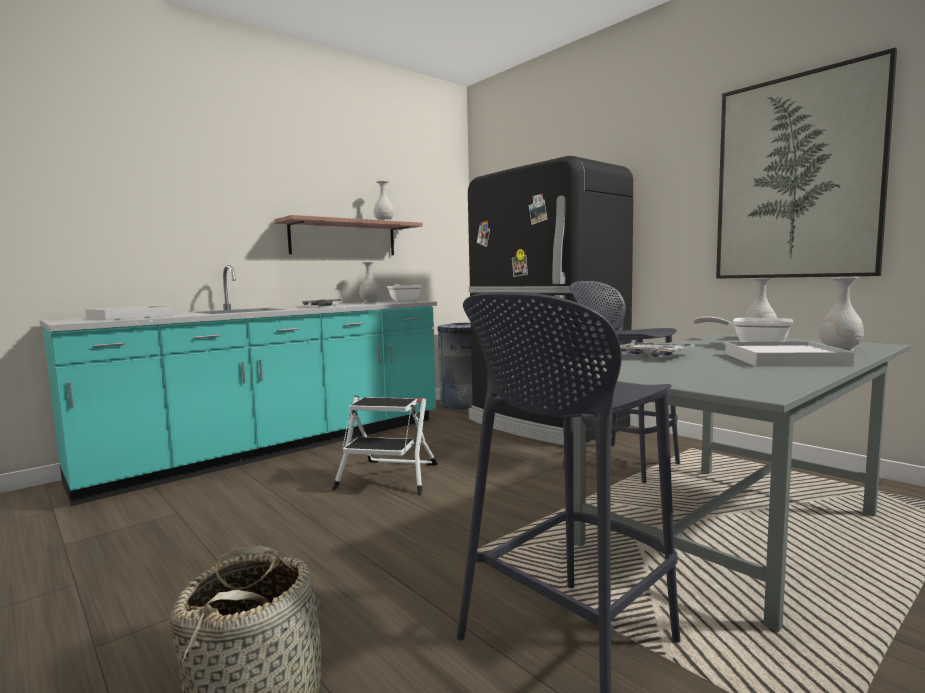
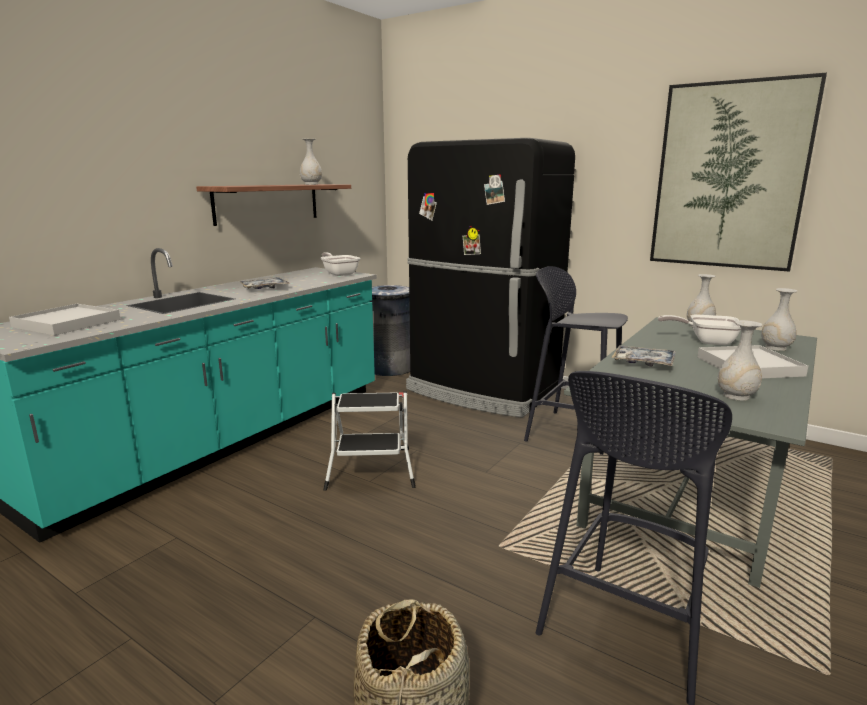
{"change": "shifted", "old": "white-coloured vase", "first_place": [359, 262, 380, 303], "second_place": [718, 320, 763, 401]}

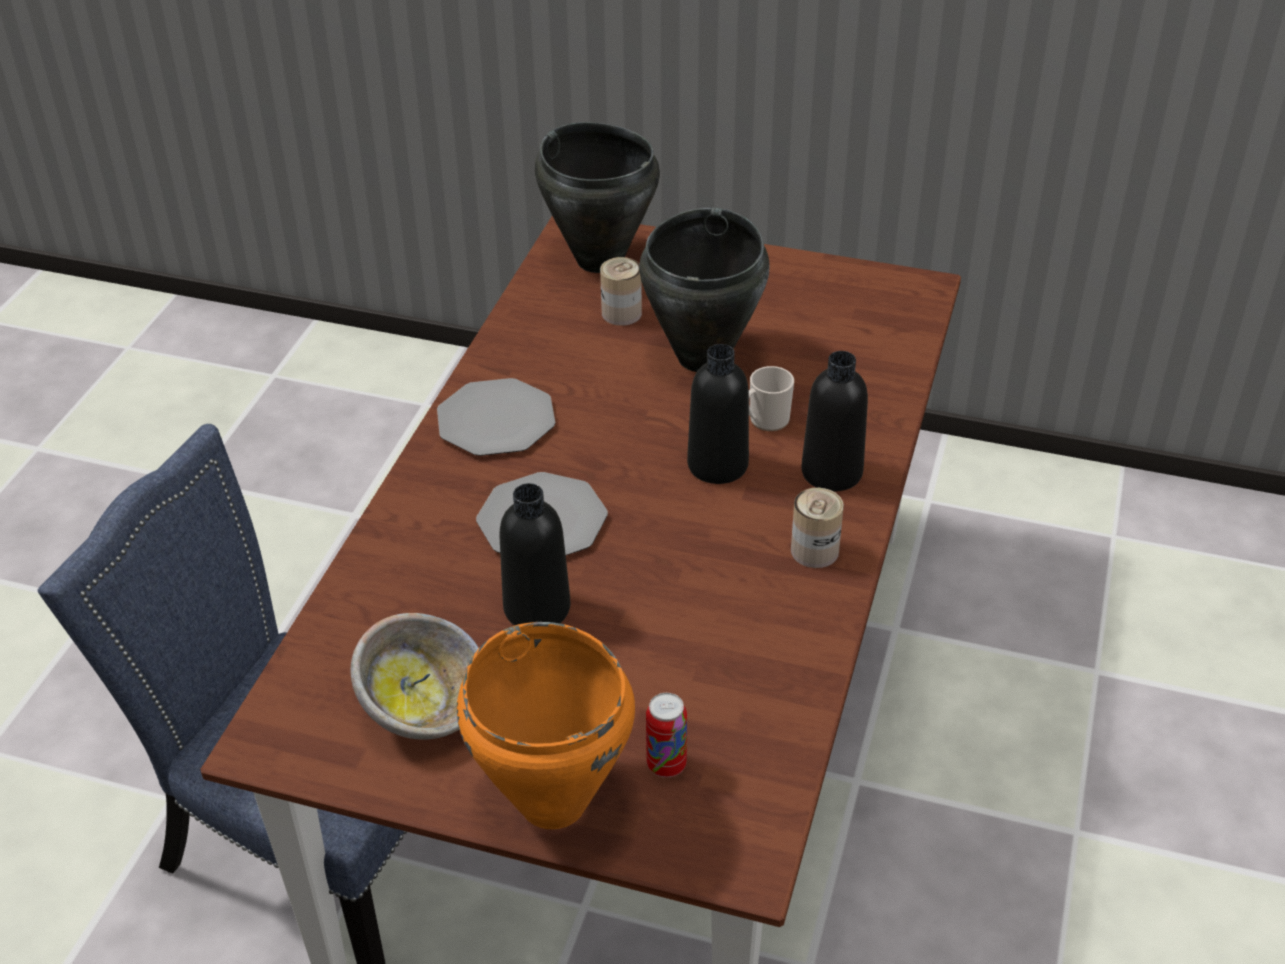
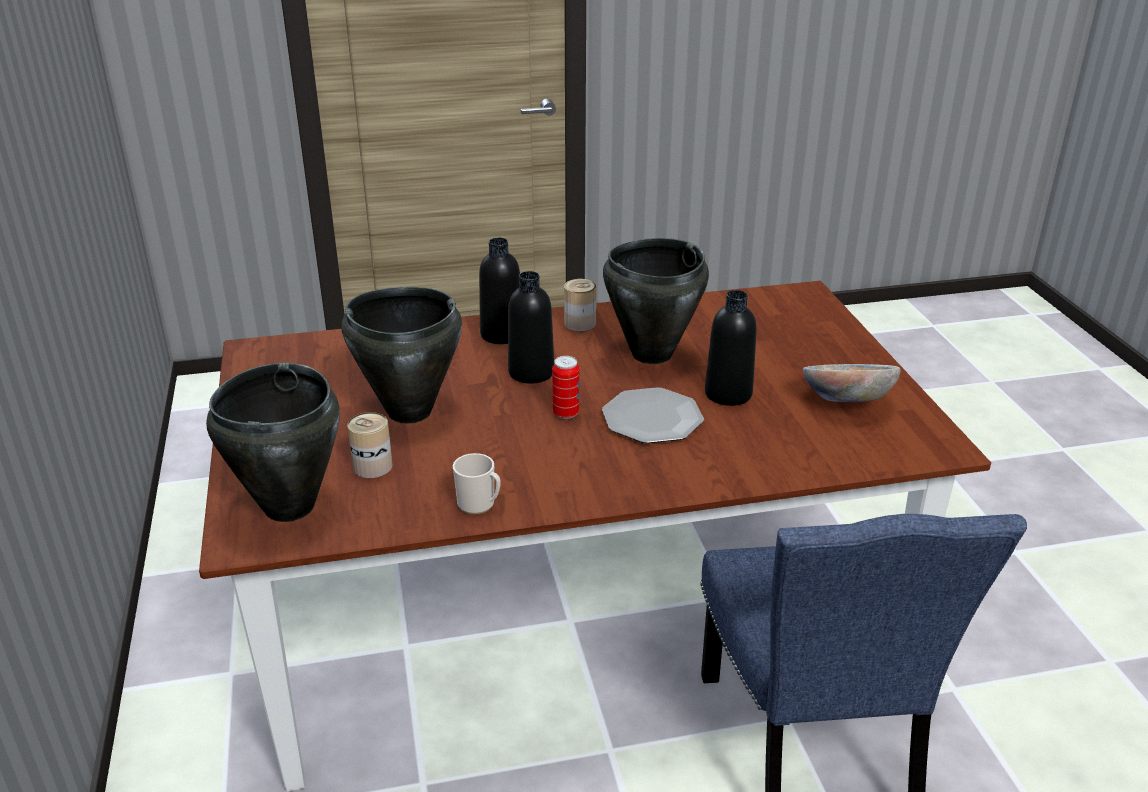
{"change": "gone", "old": "dinner plate", "first_place": [437, 378, 556, 456]}
{"change": "gone", "old": "orange cooking pot", "first_place": [457, 622, 635, 829]}
{"change": "shifted", "old": "can", "first_place": [646, 693, 687, 778], "second_place": [552, 356, 579, 419]}
{"change": "shifted", "old": "tea mug", "first_place": [749, 366, 794, 431], "second_place": [453, 453, 501, 514]}
{"change": "new", "new": "black-coloured cooking pot", "second_place": [603, 238, 709, 364]}

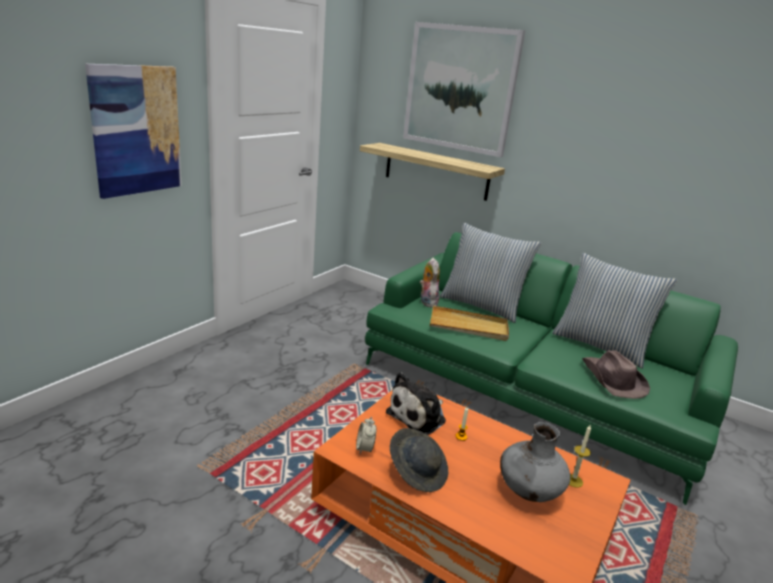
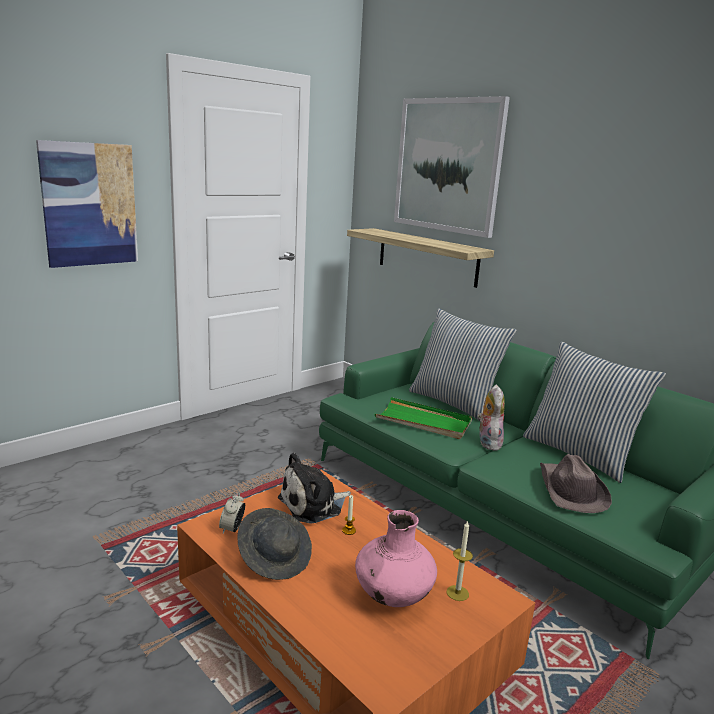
{"change": "shifted", "old": "plush toy", "first_place": [420, 258, 440, 308], "second_place": [478, 384, 505, 451]}
{"change": "repainted", "old": "beige-coloured carrying tray", "new": "green-coloured carrying tray", "first_place": [430, 305, 509, 341], "second_place": [375, 397, 472, 439]}
{"change": "repainted", "old": "gray vase", "new": "pinkish vase", "first_place": [500, 422, 571, 502], "second_place": [355, 510, 437, 607]}

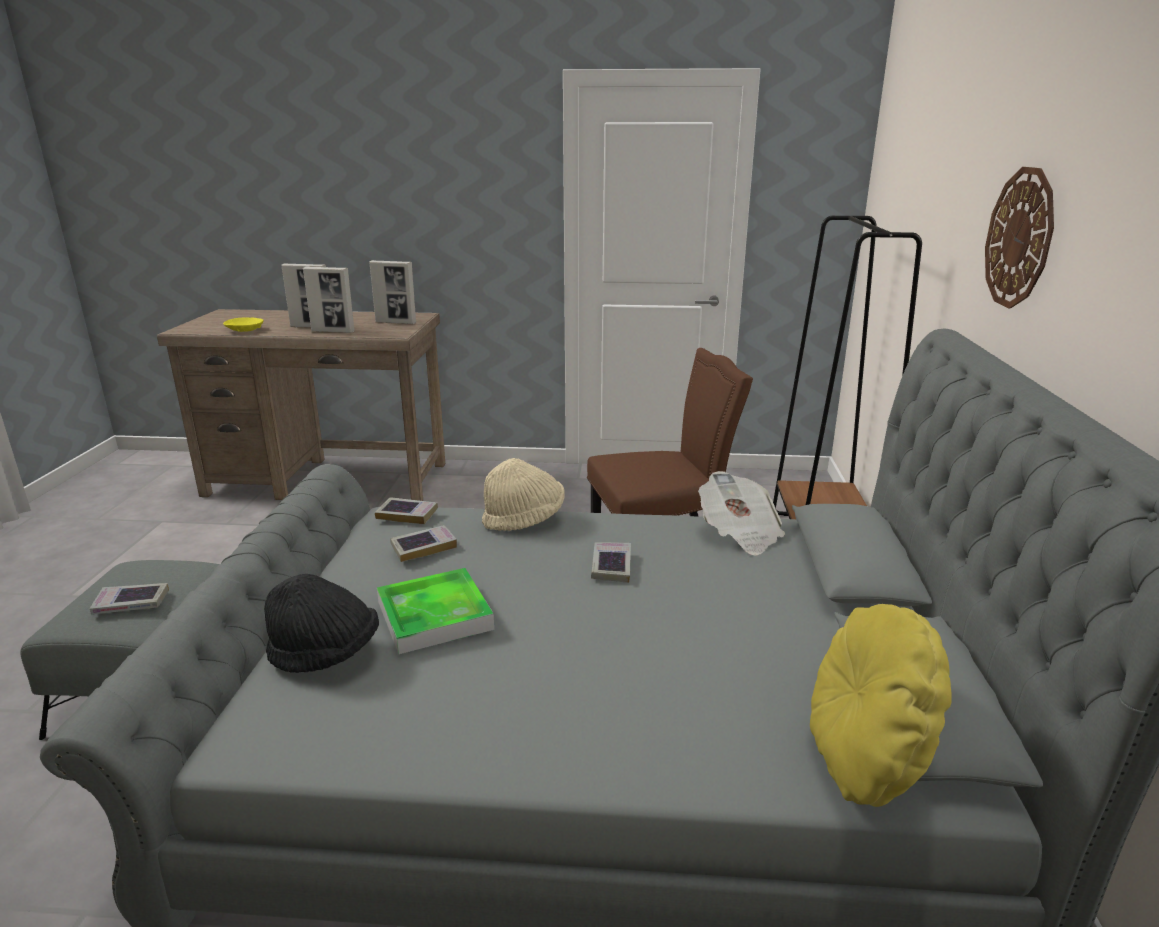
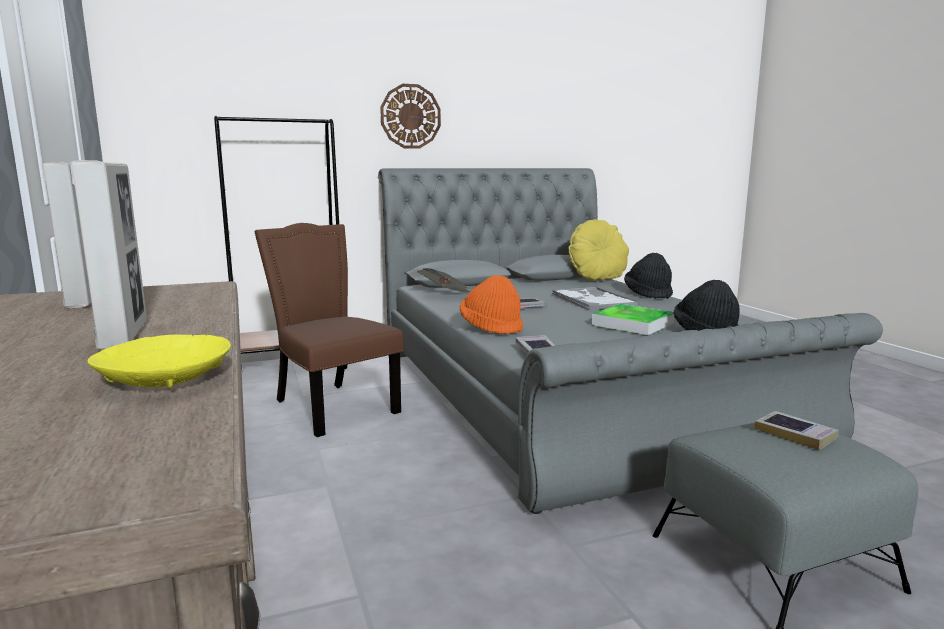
{"change": "gone", "old": "picture frame", "first_place": [303, 267, 355, 333]}
{"change": "gone", "old": "bound book", "first_place": [390, 525, 457, 562]}
{"change": "repainted", "old": "beige-coloured clothing hat", "new": "orange clothing hat", "first_place": [482, 458, 565, 531], "second_place": [460, 275, 523, 334]}
{"change": "new", "new": "carrying tray", "second_place": [552, 287, 639, 310]}
{"change": "new", "new": "black-coloured clothing hat", "second_place": [624, 253, 673, 299]}

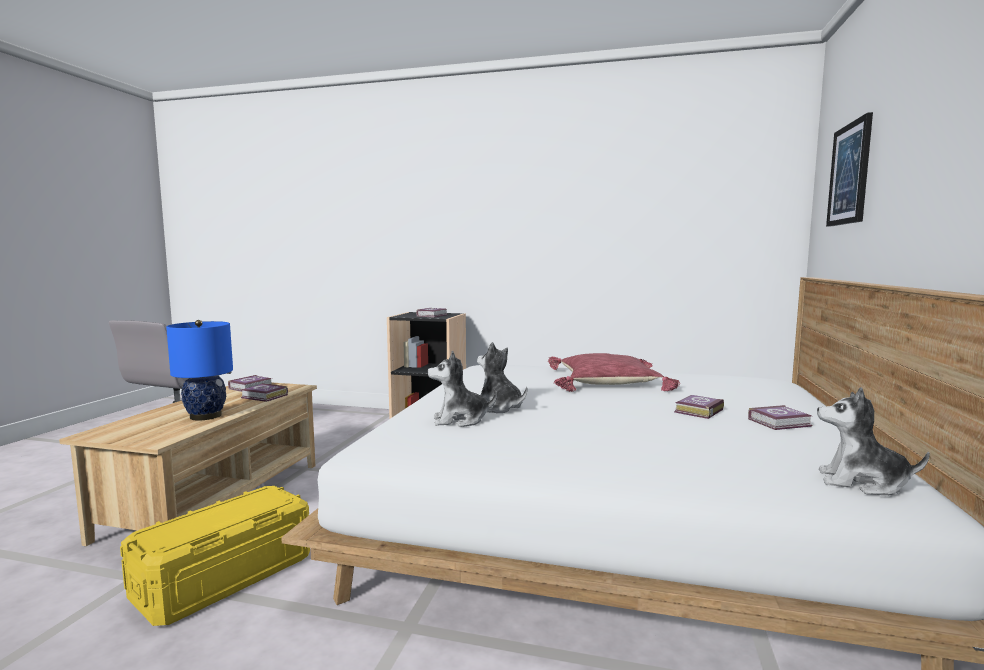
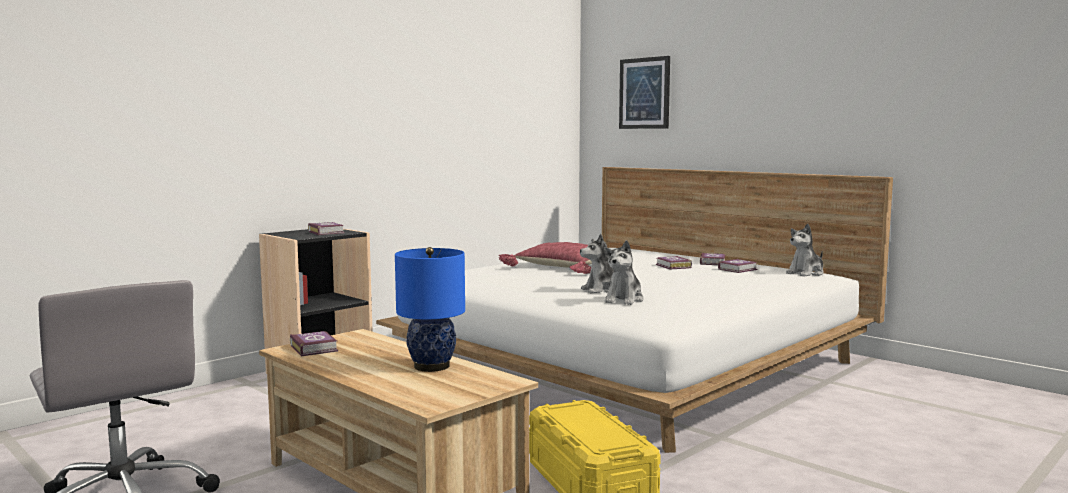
{"change": "shifted", "old": "bound book", "first_place": [241, 383, 288, 402], "second_place": [718, 259, 758, 273]}

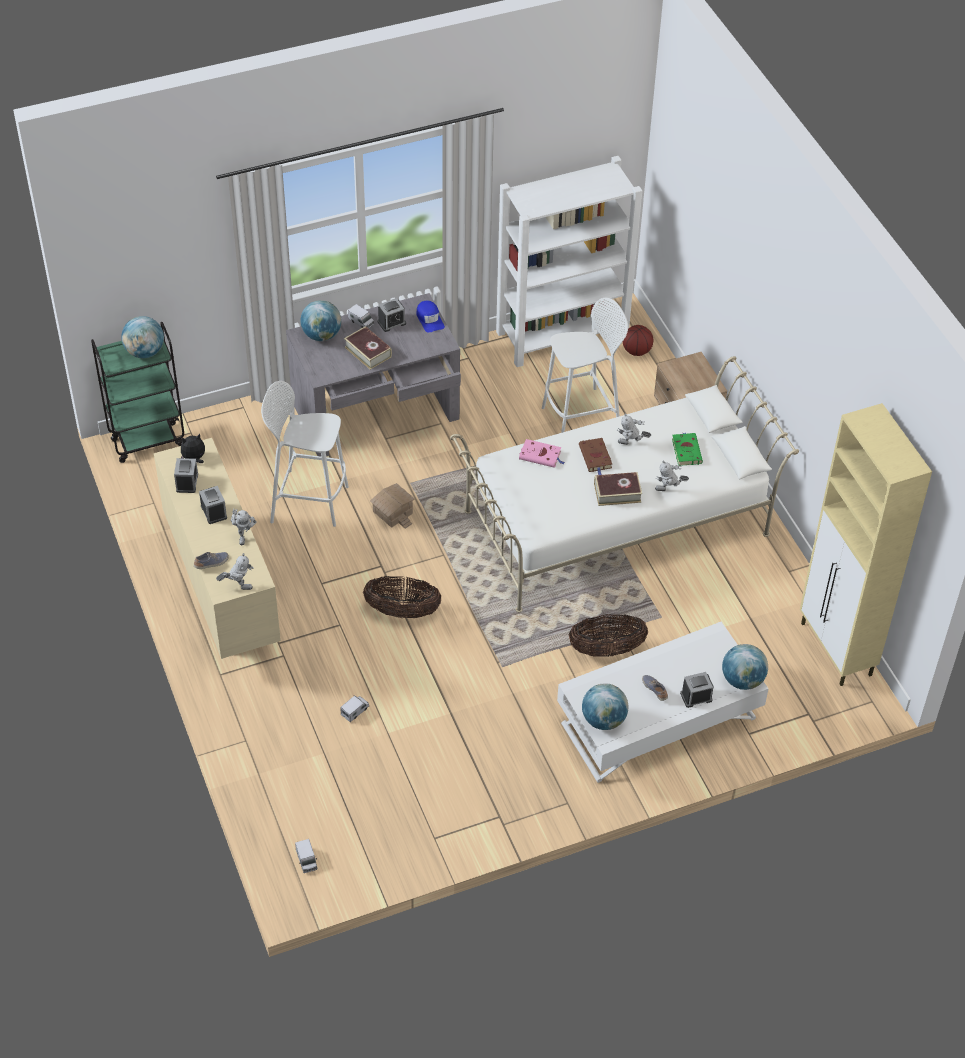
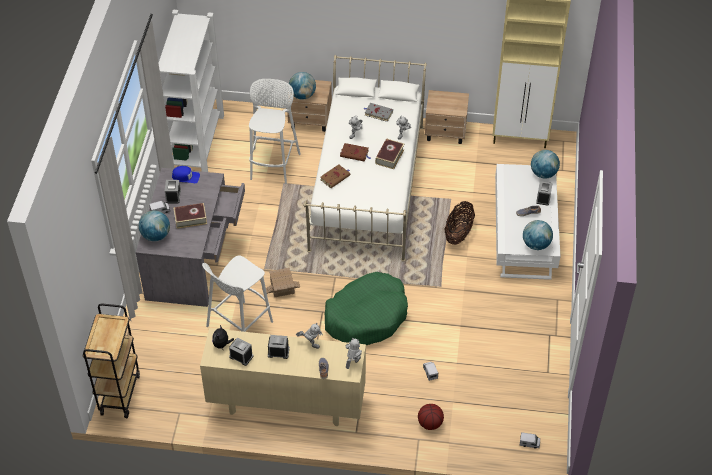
{"change": "repainted", "old": "green-coloured wheeled cart", "new": "brown-coloured wheeled cart", "first_place": [91, 322, 184, 463], "second_place": [83, 304, 140, 418]}
{"change": "shifted", "old": "world globe", "first_place": [121, 316, 164, 358], "second_place": [289, 72, 316, 100]}
{"change": "swapped", "old": "household basket", "new": "green-coloured dog cushion", "first_place": [363, 576, 441, 618], "second_place": [325, 272, 408, 345]}
{"change": "repainted", "old": "pinkish bound book", "new": "brown-coloured bound book", "first_place": [519, 439, 565, 468], "second_place": [320, 164, 350, 188]}
{"change": "shifted", "old": "ball for basketball", "first_place": [623, 325, 653, 356], "second_place": [418, 404, 444, 430]}
{"change": "repainted", "old": "green-coloured bound book", "new": "gray bound book", "first_place": [672, 432, 703, 466], "second_place": [364, 103, 393, 122]}
{"change": "new", "new": "beige-coloured bedside table", "second_place": [425, 90, 469, 144]}

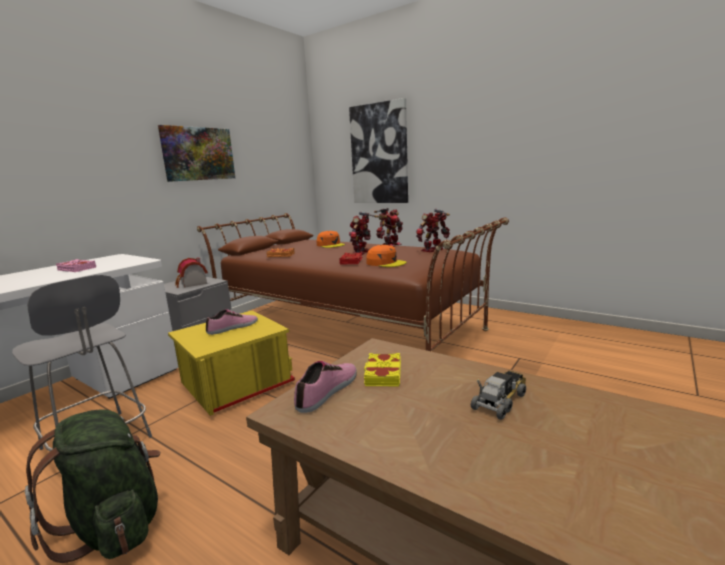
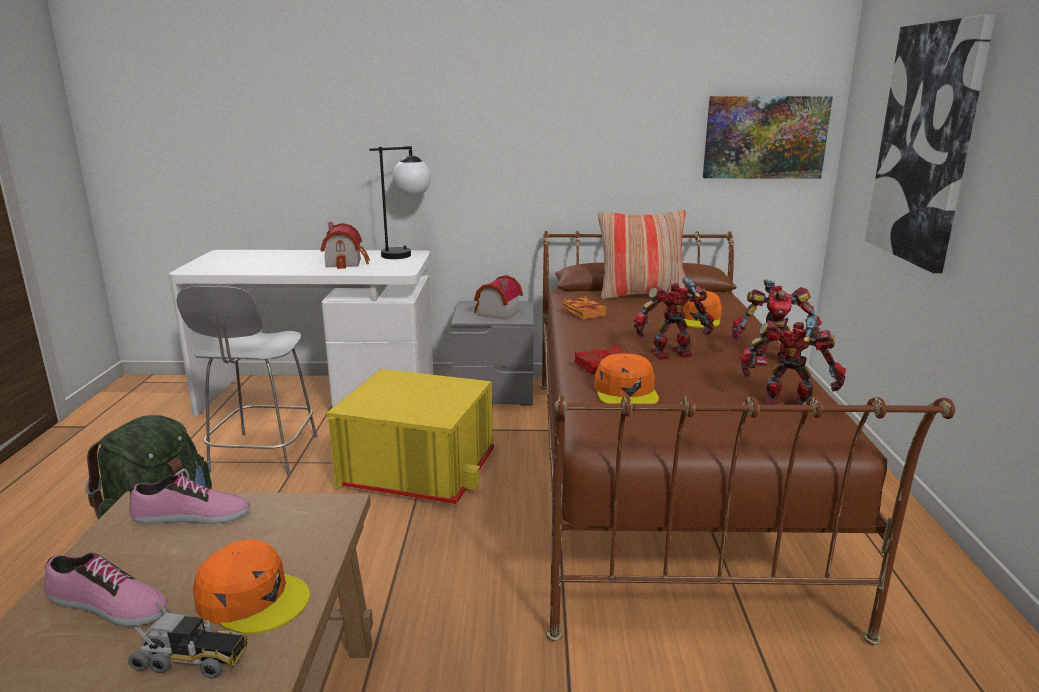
{"change": "swapped", "old": "pinkish bound book", "new": "model house", "first_place": [56, 259, 96, 272], "second_place": [321, 222, 370, 269]}
{"change": "shifted", "old": "wall picture", "first_place": [158, 125, 235, 182], "second_place": [703, 96, 833, 179]}
{"change": "shifted", "old": "shoe", "first_place": [206, 309, 258, 335], "second_place": [44, 553, 168, 626]}
{"change": "gone", "old": "yellow-coloured bound book", "first_place": [364, 353, 401, 386]}
{"change": "new", "new": "orange baseball cap", "second_place": [193, 539, 310, 634]}
{"change": "new", "new": "table lamp", "second_place": [369, 146, 431, 259]}
{"change": "new", "new": "pillow", "second_place": [598, 210, 686, 299]}

